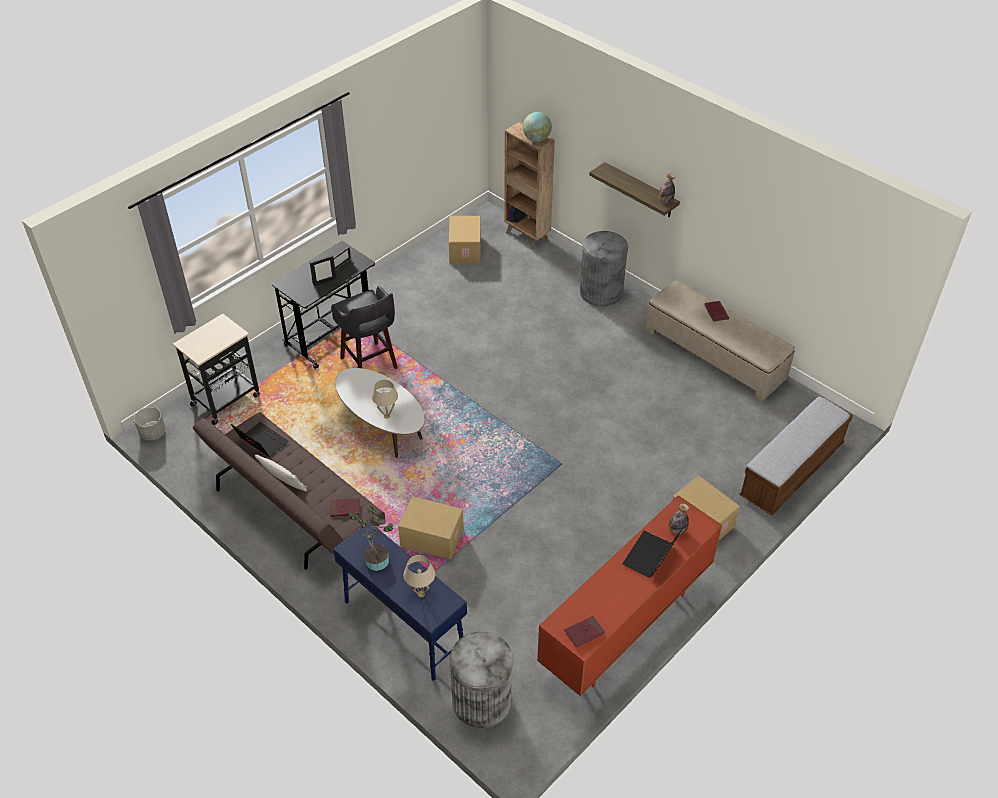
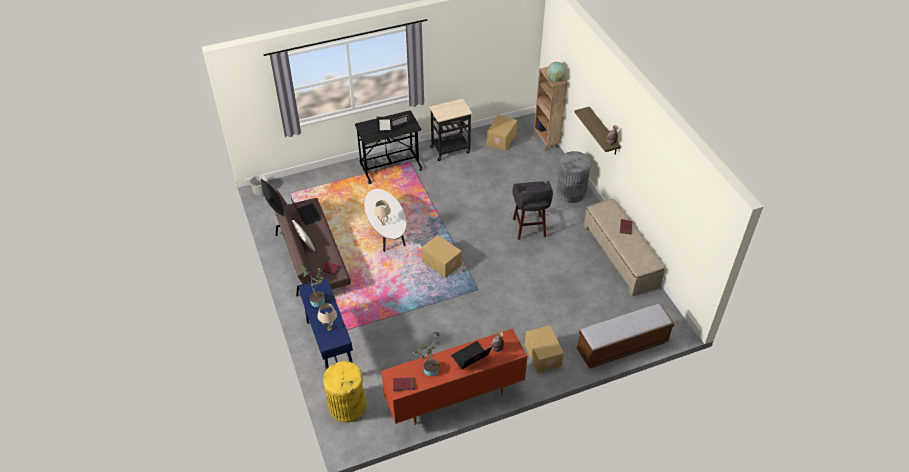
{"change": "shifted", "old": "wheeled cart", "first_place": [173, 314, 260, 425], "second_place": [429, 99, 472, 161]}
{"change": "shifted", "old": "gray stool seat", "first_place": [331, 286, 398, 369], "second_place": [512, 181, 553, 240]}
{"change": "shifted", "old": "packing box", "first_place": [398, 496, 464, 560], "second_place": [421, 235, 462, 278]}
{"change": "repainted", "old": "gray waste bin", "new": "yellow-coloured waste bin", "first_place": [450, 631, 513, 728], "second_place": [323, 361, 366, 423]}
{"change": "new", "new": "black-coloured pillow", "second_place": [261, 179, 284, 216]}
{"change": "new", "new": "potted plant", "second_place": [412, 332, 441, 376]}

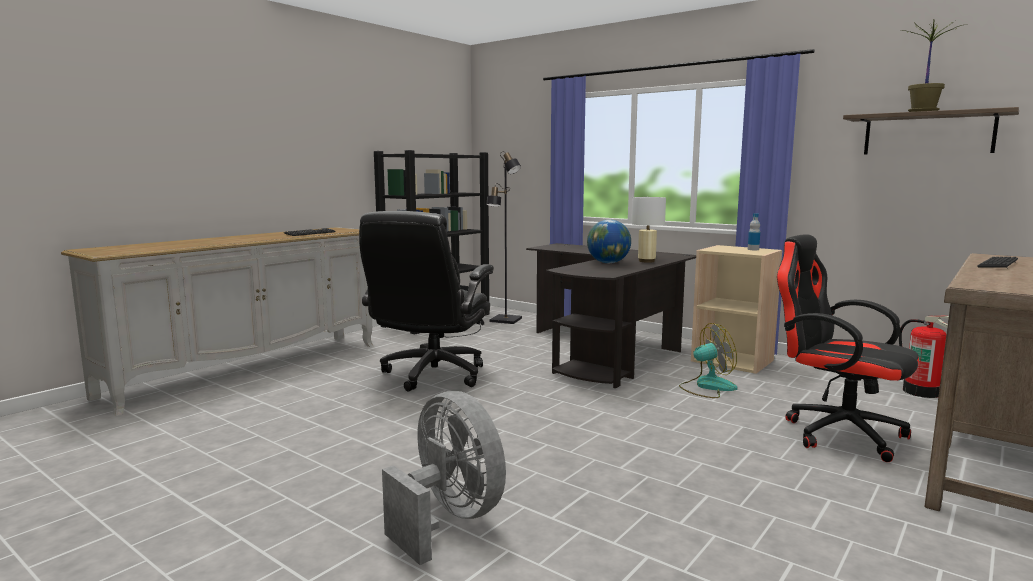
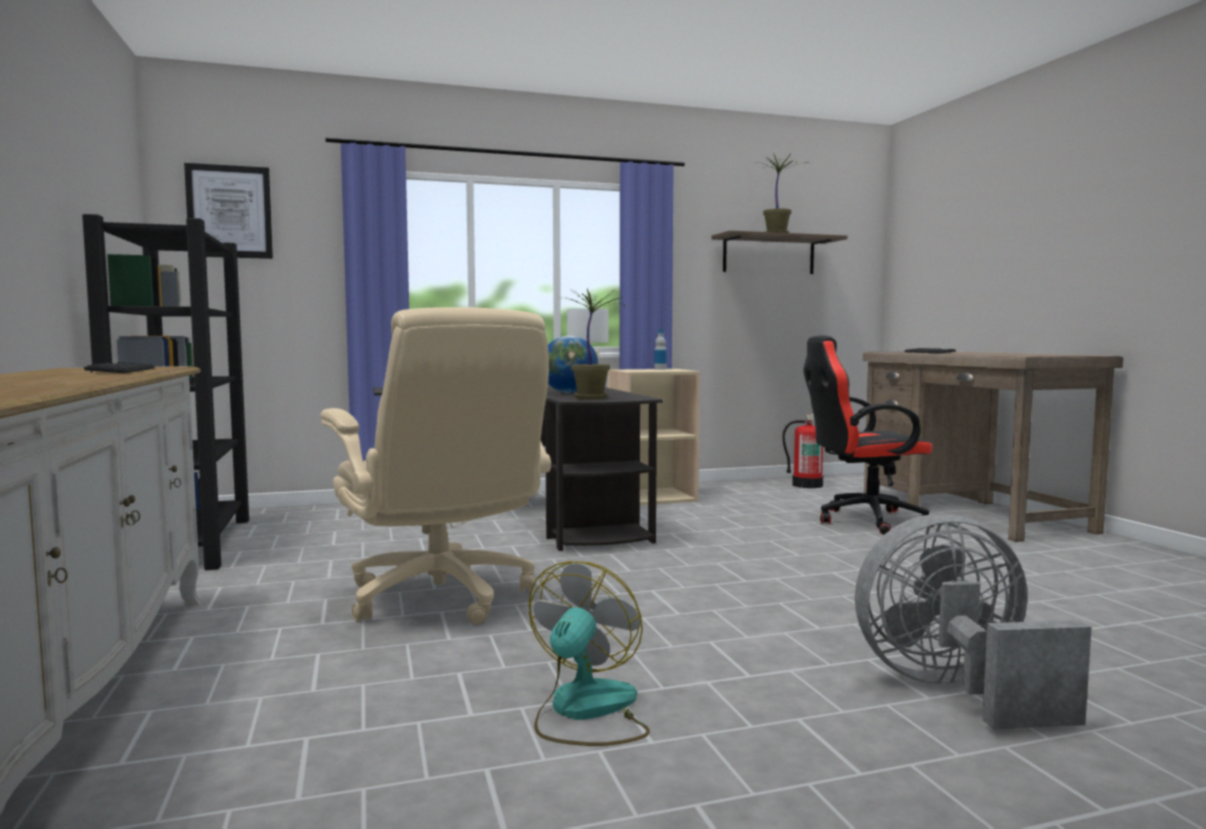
{"change": "repainted", "old": "black-coloured computer chair", "new": "beige-coloured computer chair", "first_place": [359, 211, 494, 391], "second_place": [320, 307, 551, 625]}
{"change": "gone", "old": "black-coloured floor lamp", "first_place": [487, 151, 522, 324]}
{"change": "shifted", "old": "fan", "first_place": [679, 323, 738, 398], "second_place": [529, 561, 650, 746]}
{"change": "new", "new": "wall picture", "second_place": [184, 163, 273, 259]}
{"change": "new", "new": "potted plant", "second_place": [560, 289, 625, 399]}

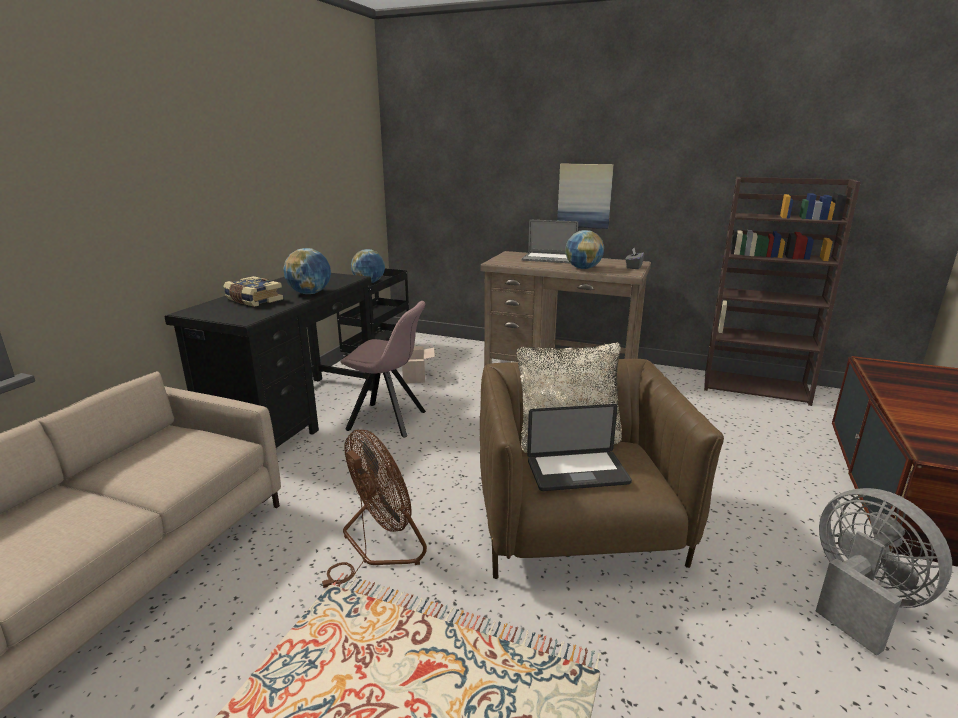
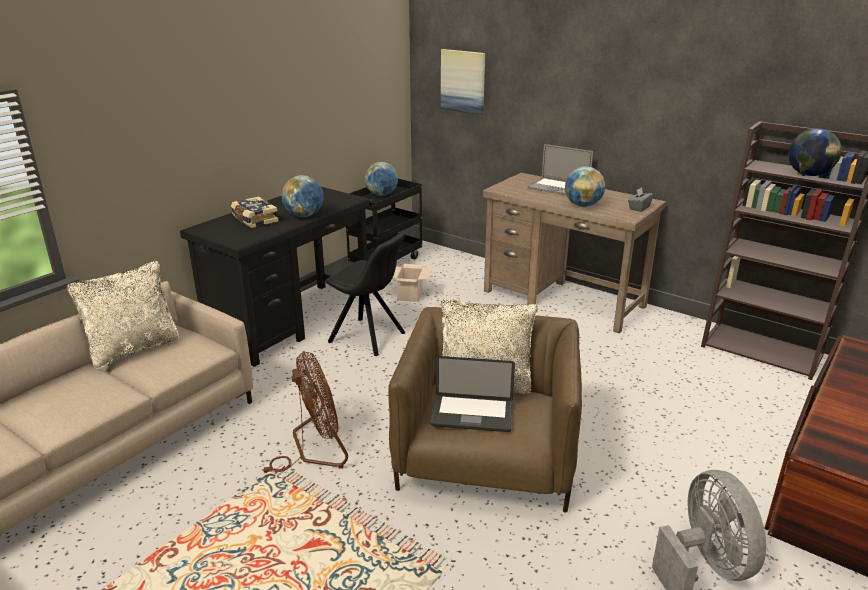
{"change": "repainted", "old": "pinkish plain chair", "new": "black-coloured plain chair", "first_place": [341, 301, 426, 438], "second_place": [326, 232, 405, 356]}
{"change": "shifted", "old": "wall picture", "first_place": [557, 164, 614, 229], "second_place": [441, 49, 485, 115]}
{"change": "new", "new": "beige-coloured pillow", "second_place": [67, 260, 179, 369]}
{"change": "new", "new": "world globe", "second_place": [788, 128, 842, 176]}

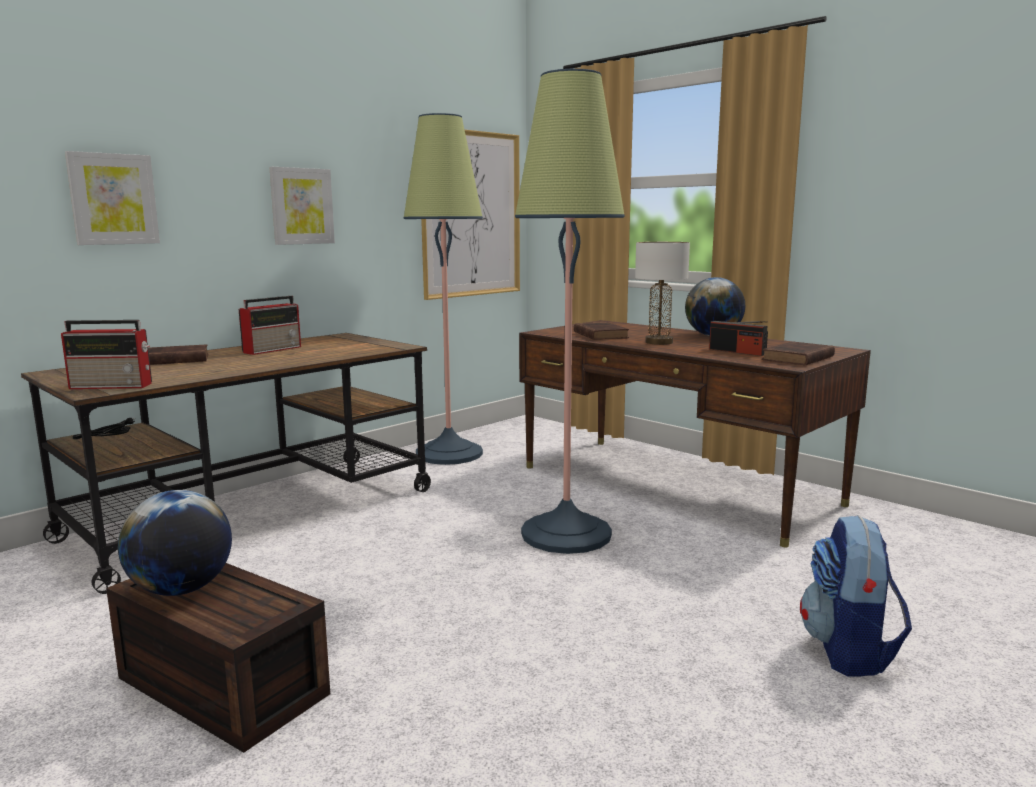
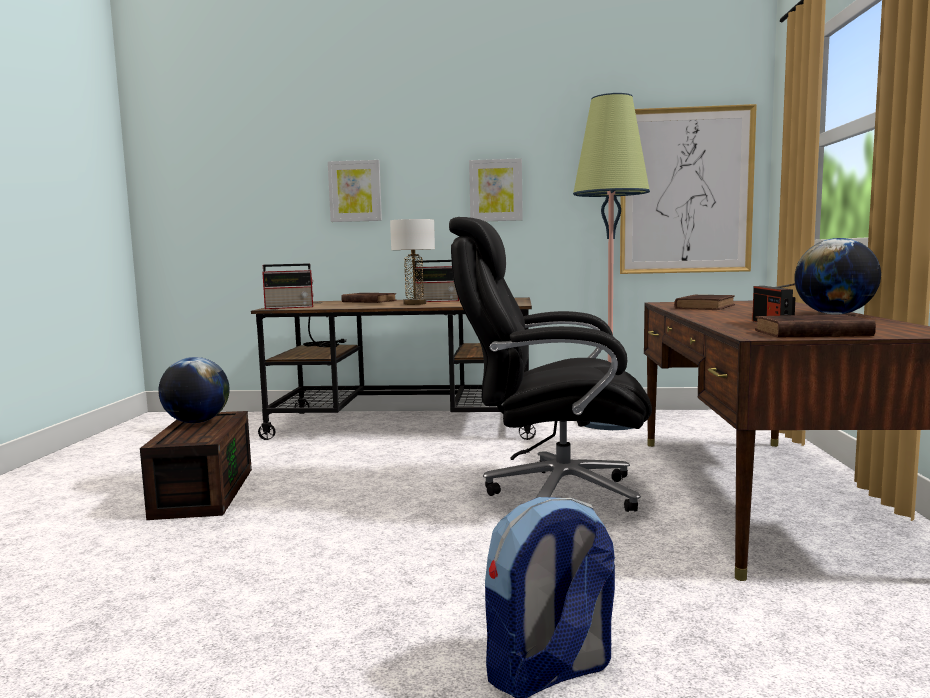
{"change": "rotated", "old": "radio set", "first_place": [61, 320, 152, 389], "second_place": [262, 263, 314, 309], "degrees": -60}
{"change": "swapped", "old": "floor lamp", "new": "black-coloured computer chair", "first_place": [515, 69, 625, 554], "second_place": [449, 217, 652, 512]}
{"change": "shifted", "old": "table lamp", "first_place": [635, 242, 690, 345], "second_place": [390, 219, 435, 305]}

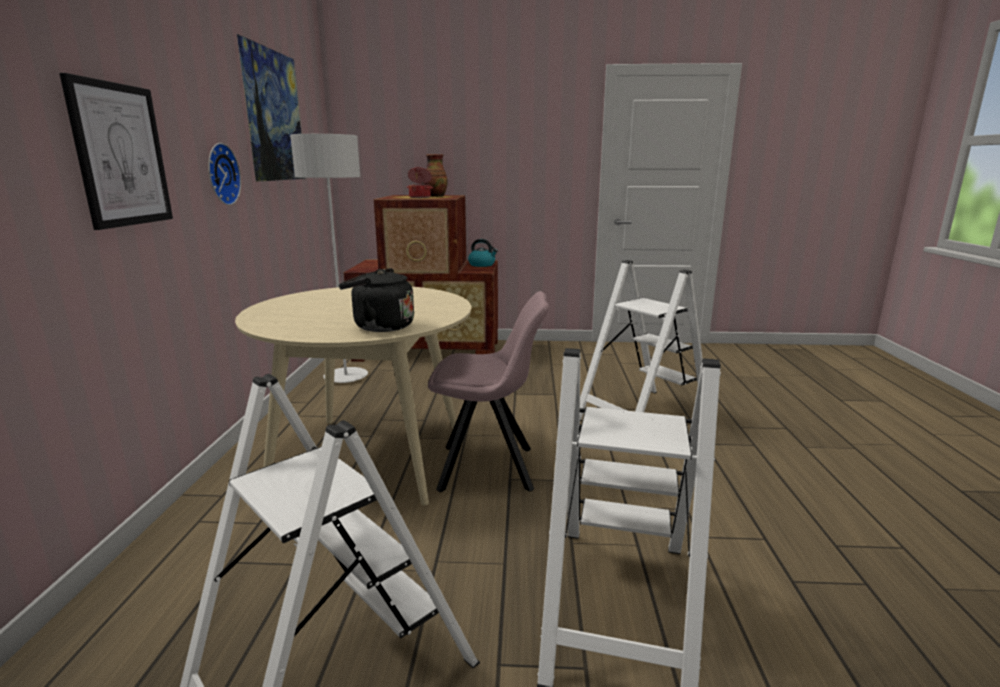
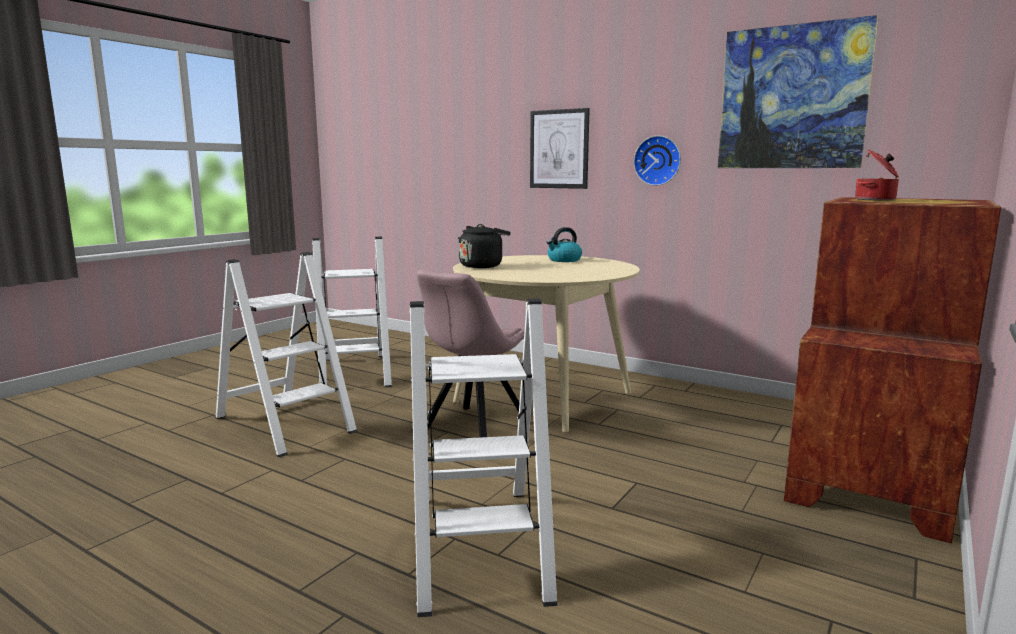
{"change": "gone", "old": "gray floor lamp", "first_place": [290, 134, 368, 383]}
{"change": "gone", "old": "vase", "first_place": [425, 154, 448, 197]}
{"change": "shifted", "old": "tea kettle", "first_place": [468, 239, 498, 267], "second_place": [547, 227, 582, 262]}

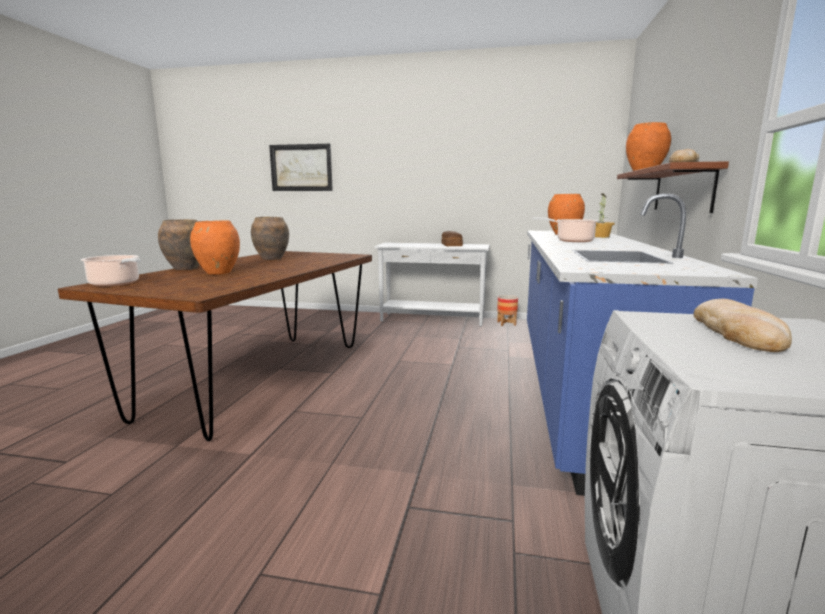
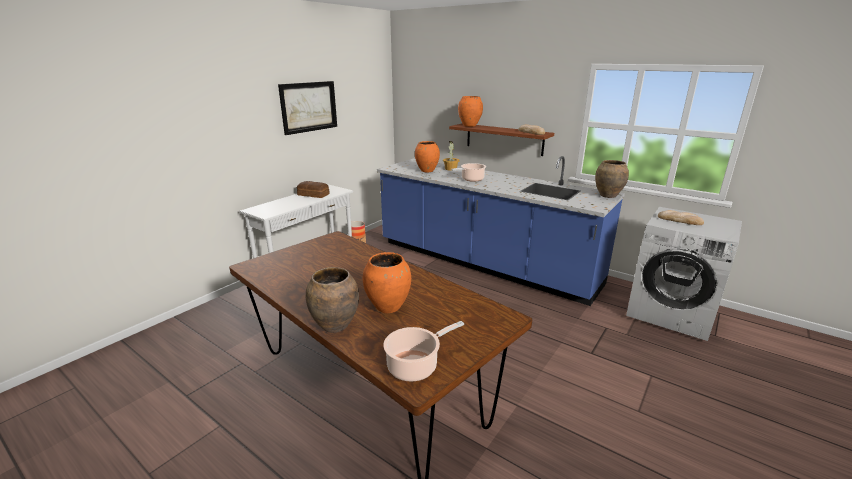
{"change": "shifted", "old": "brown-coloured vase", "first_place": [251, 217, 289, 260], "second_place": [595, 160, 629, 198]}
{"change": "shifted", "old": "wall picture", "first_place": [269, 144, 333, 191], "second_place": [278, 81, 337, 135]}

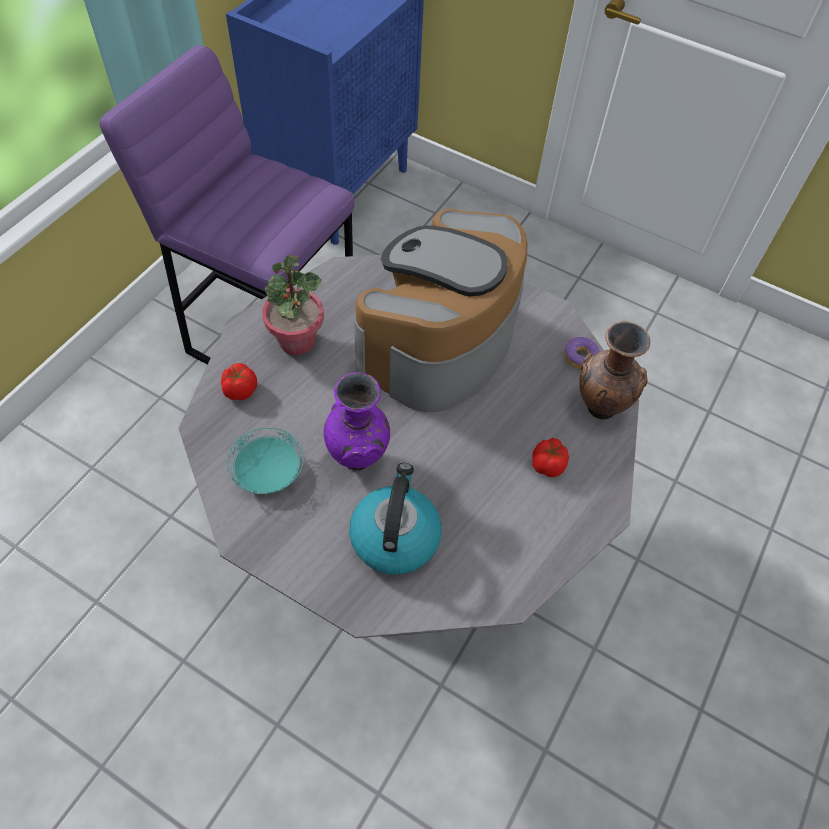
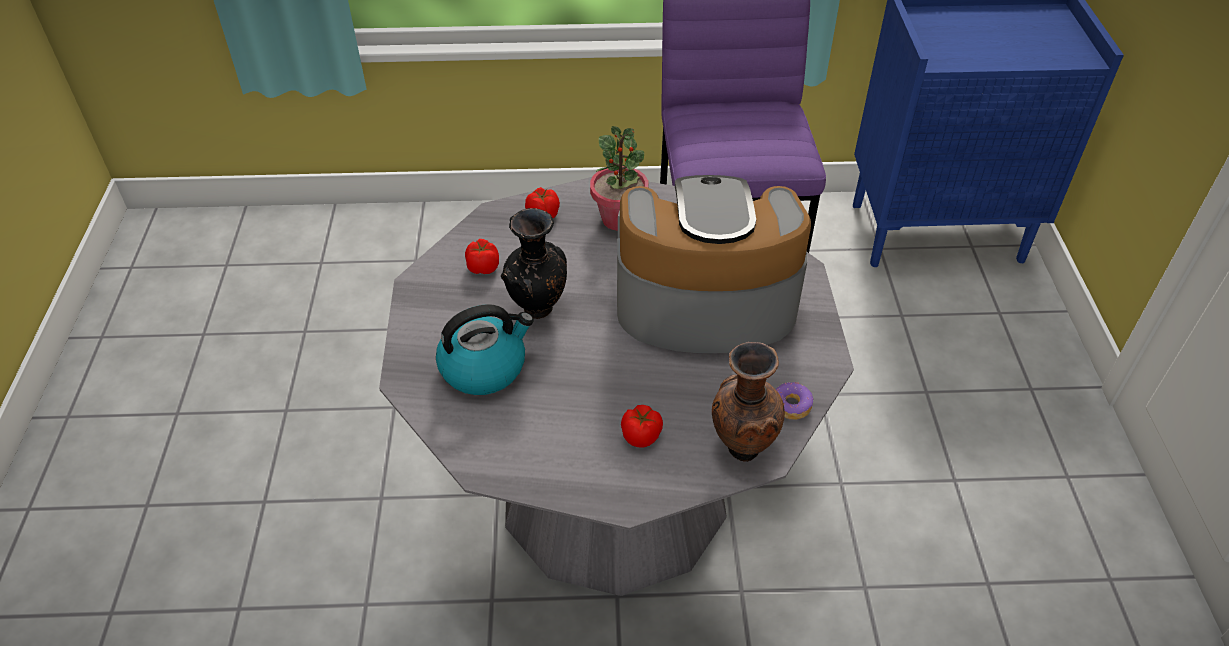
{"change": "swapped", "old": "turquoise-coloured dinner plate", "new": "whole tomato", "first_place": [227, 428, 304, 494], "second_place": [465, 239, 499, 274]}
{"change": "repainted", "old": "purple vase", "new": "black-coloured vase", "first_place": [323, 372, 390, 471], "second_place": [501, 208, 567, 319]}

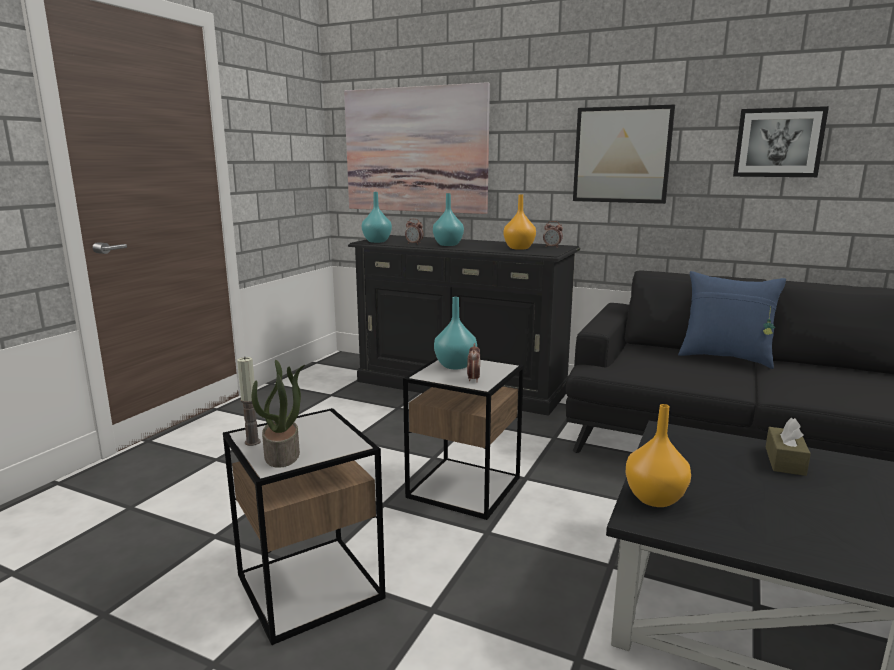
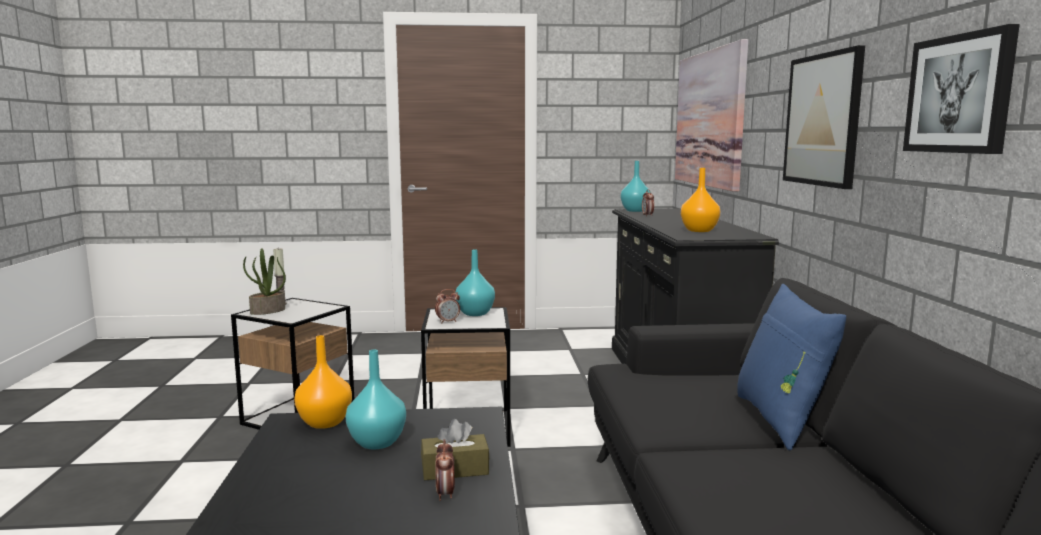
{"change": "shifted", "old": "turquoise-coloured vase", "first_place": [433, 193, 464, 246], "second_place": [346, 350, 406, 449]}
{"change": "shifted", "old": "bedside clock", "first_place": [543, 221, 563, 248], "second_place": [436, 439, 455, 501]}

